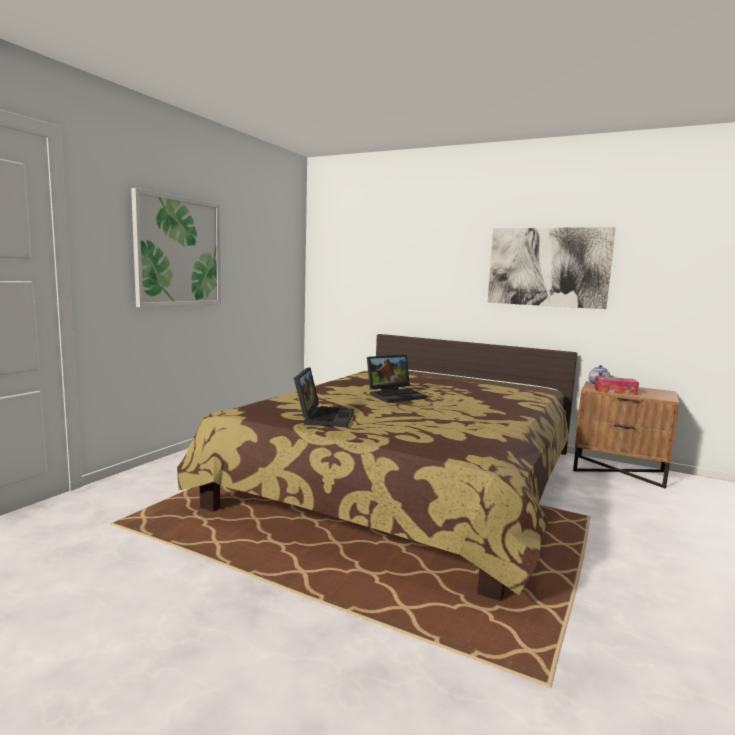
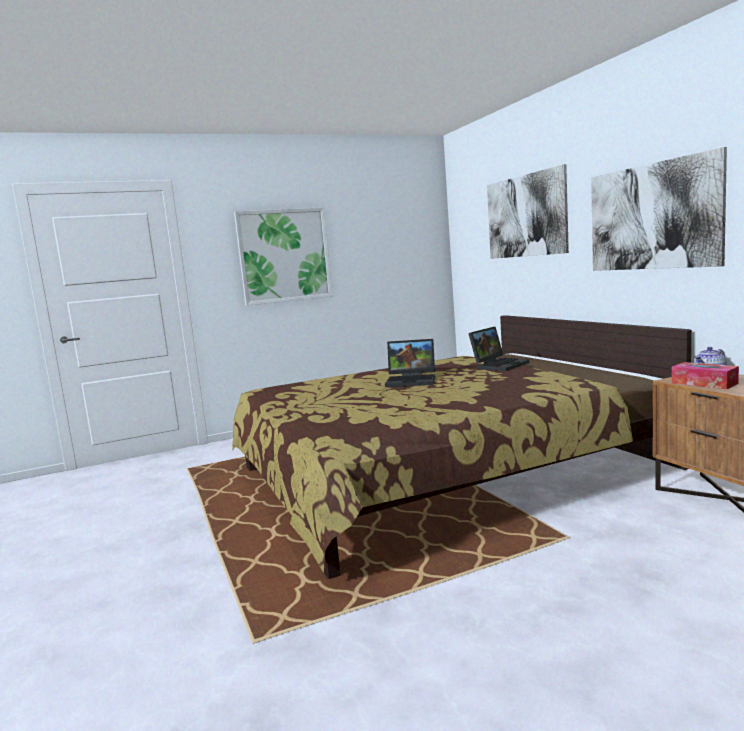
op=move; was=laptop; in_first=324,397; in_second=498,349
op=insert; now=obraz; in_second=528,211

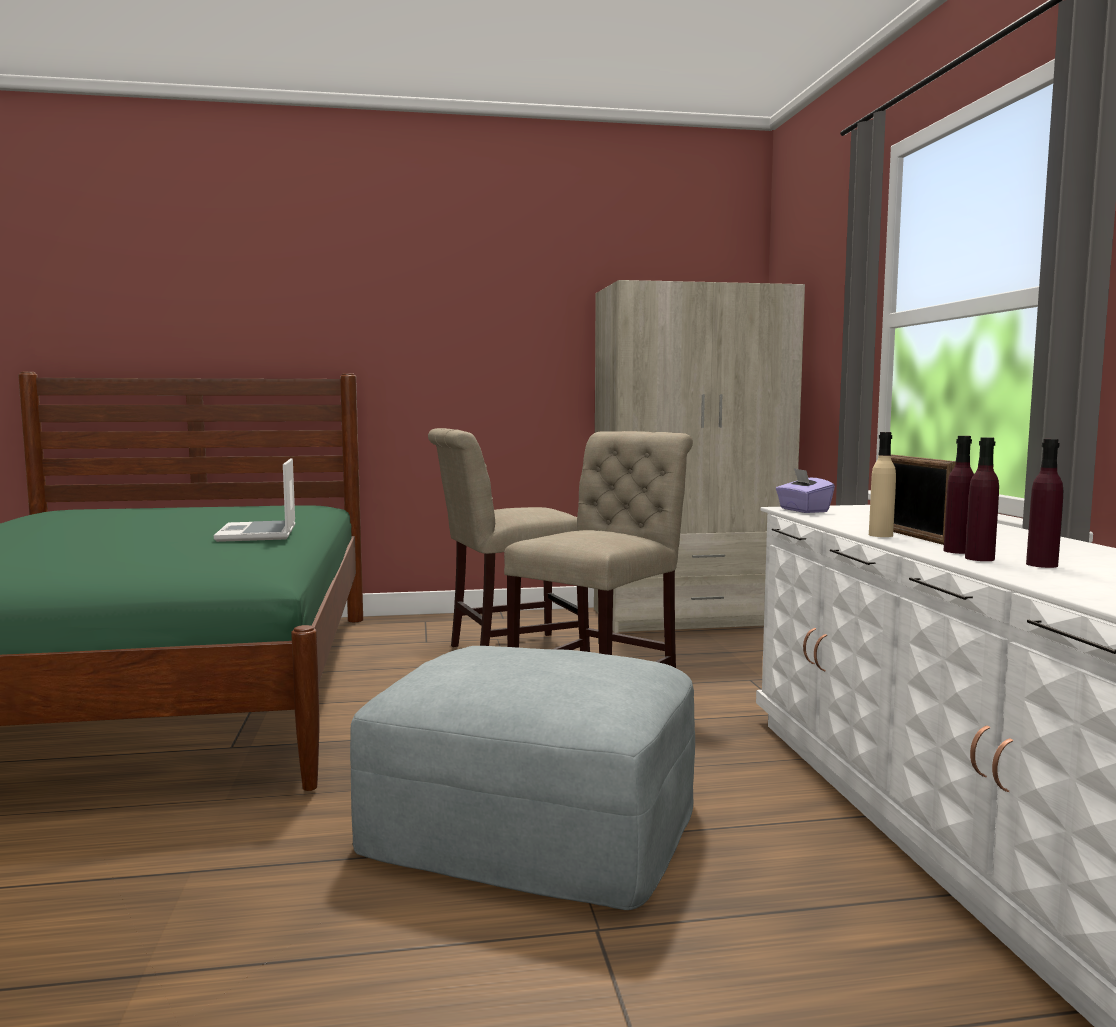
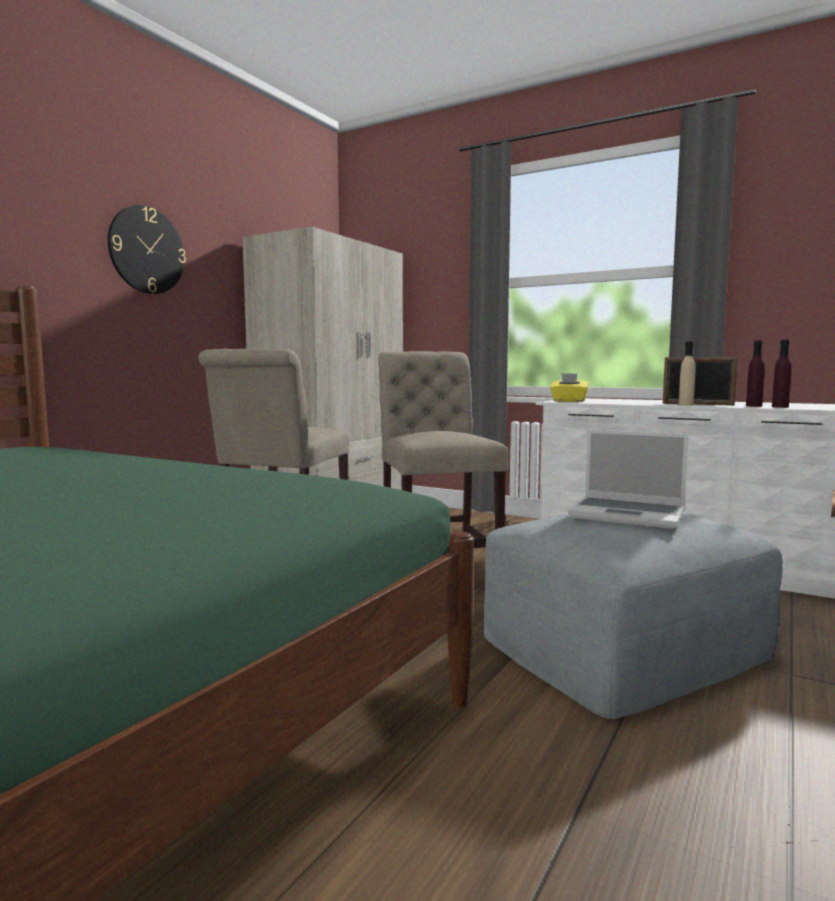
op=delete; was=butelka [fioletowy]; in_first=1044,503
op=move; was=laptop; in_first=255,500; in_second=628,479
op=recolor; was=pudełko chusteczek [fioletowy]; now=pudełko chusteczek [żółty]; in_first=805,490; in_second=569,387
op=insert; now=zegar ścienny; in_second=147,249

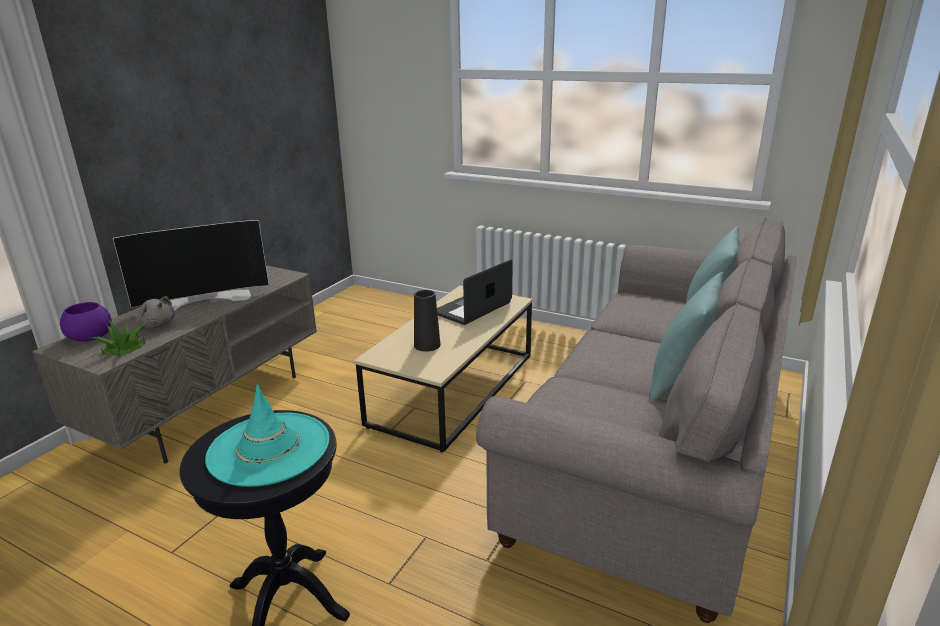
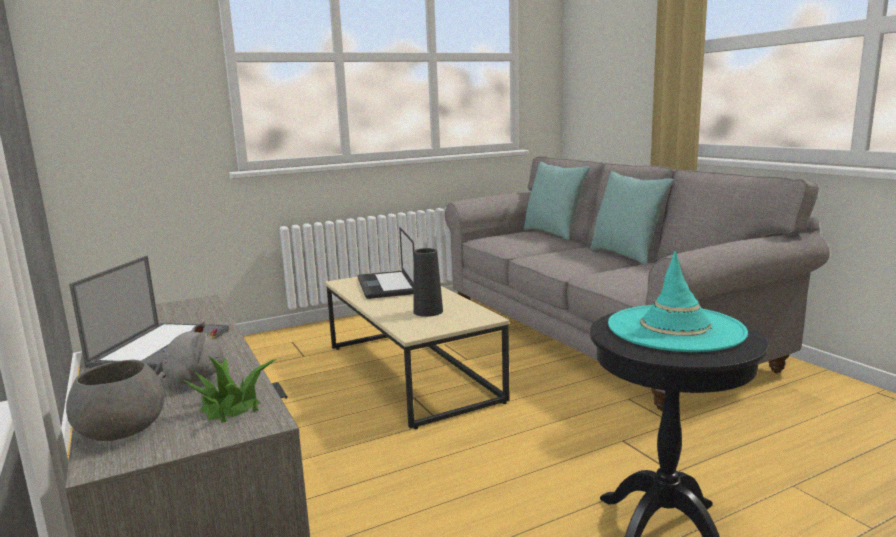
op=replace; was=telewizor; now=laptop; in_first=191,265; in_second=149,313
op=recolor; was=miska [fioletowy]; now=miska [szary]; in_first=86,322; in_second=115,400

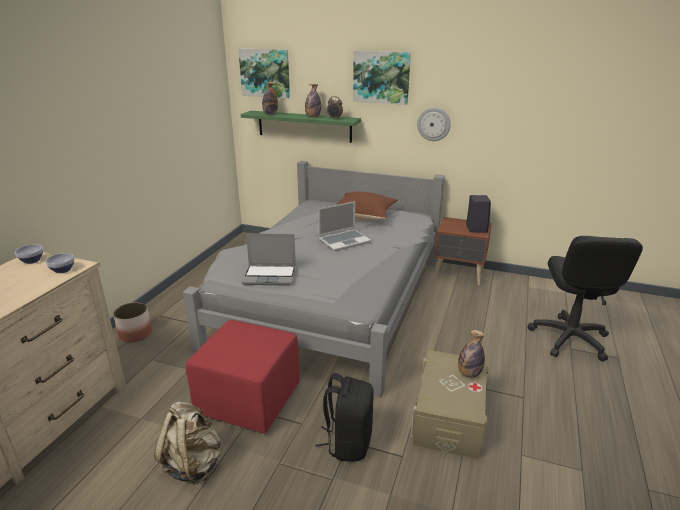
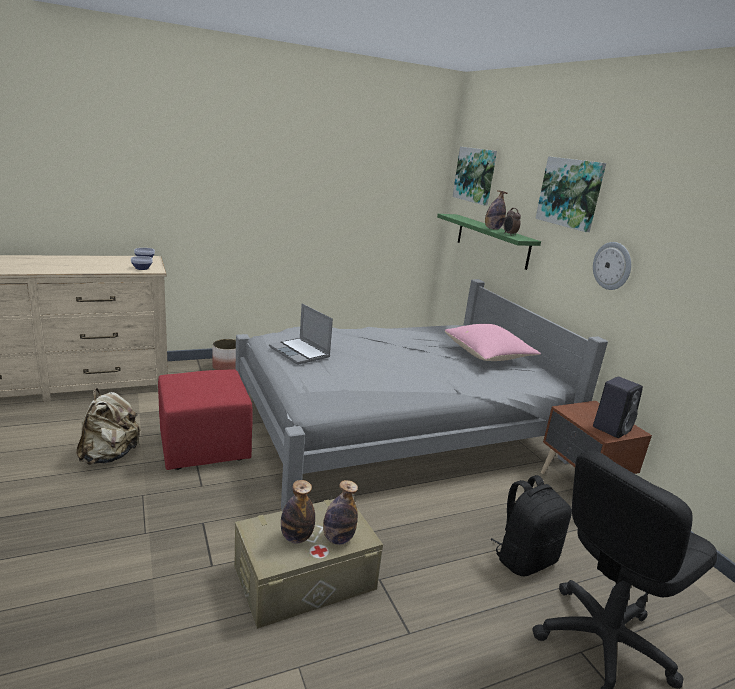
op=move; was=butelka; in_first=270,98; in_second=298,512
op=recolor; was=poduszka [brązowy]; now=poduszka [różowy]; in_first=367,206; in_second=493,342
op=delete; was=laptop; in_first=344,226
op=move; was=plecak [czarny]; in_first=344,417; in_second=531,526

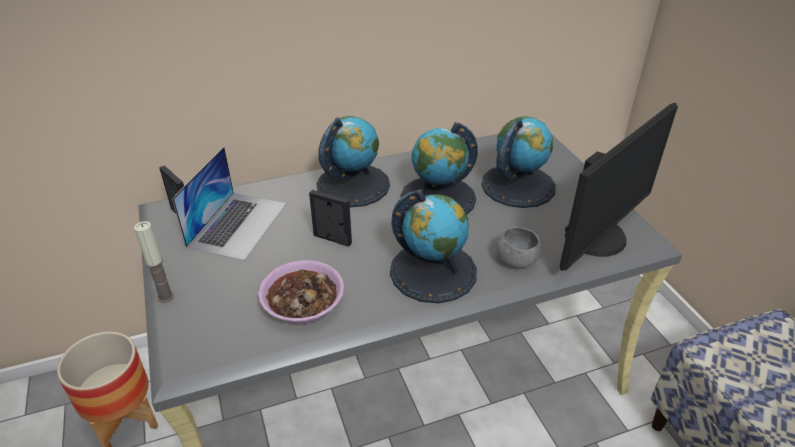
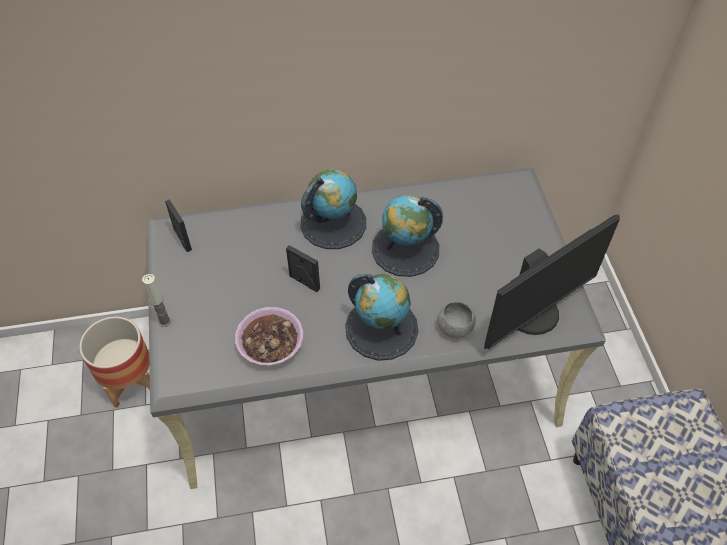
op=delete; was=globus; in_first=518,162
op=delete; was=laptop; in_first=229,203

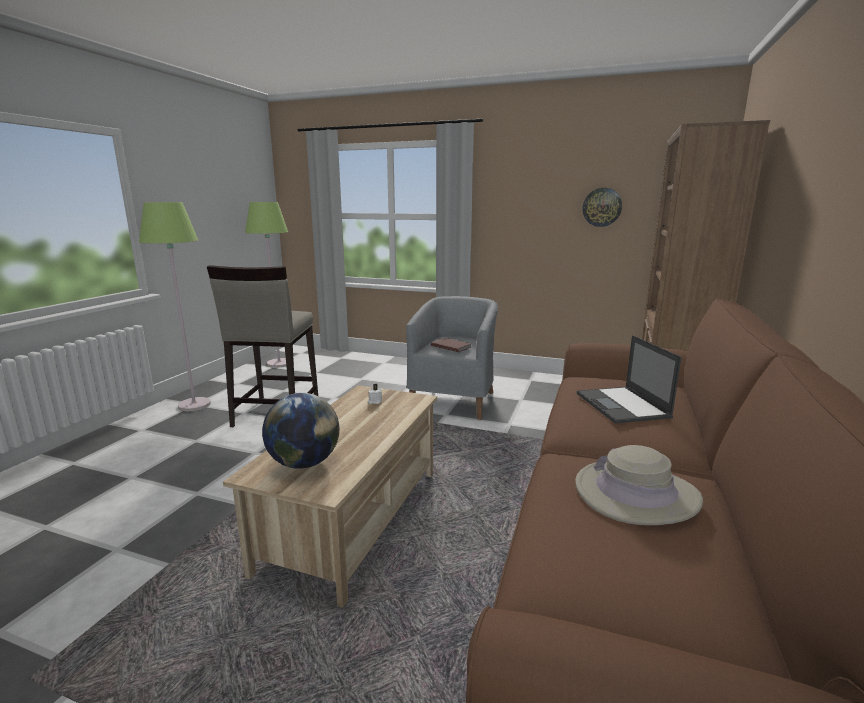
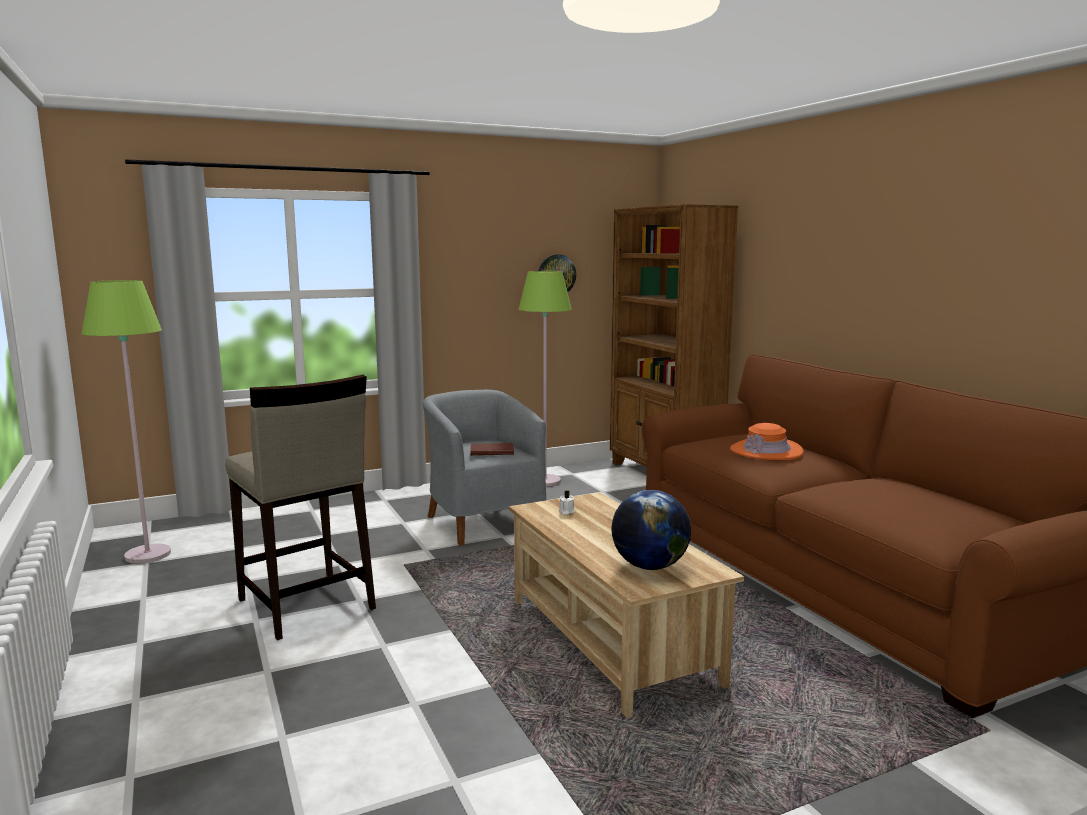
op=move; was=lampa stojąca [zielony]; in_first=175,306; in_second=545,378
op=replace; was=laptop; now=kapelusz [pomarańczowy]; in_first=629,379; in_second=767,441
op=delete; was=kapelusz [beżowy]; in_first=639,485

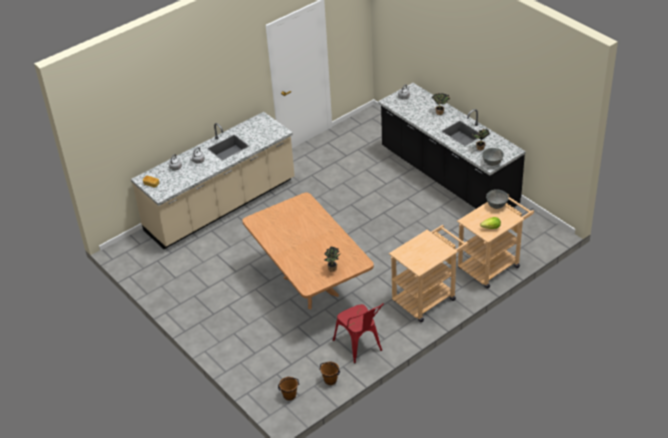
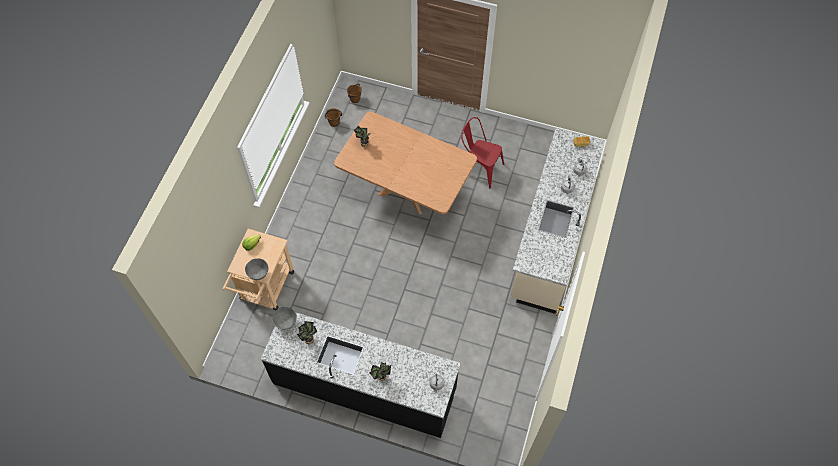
op=delete; was=wózek [beżowy]; in_first=429,273
op=move; was=krzesło [czerwony]; in_first=358,333; in_second=482,152

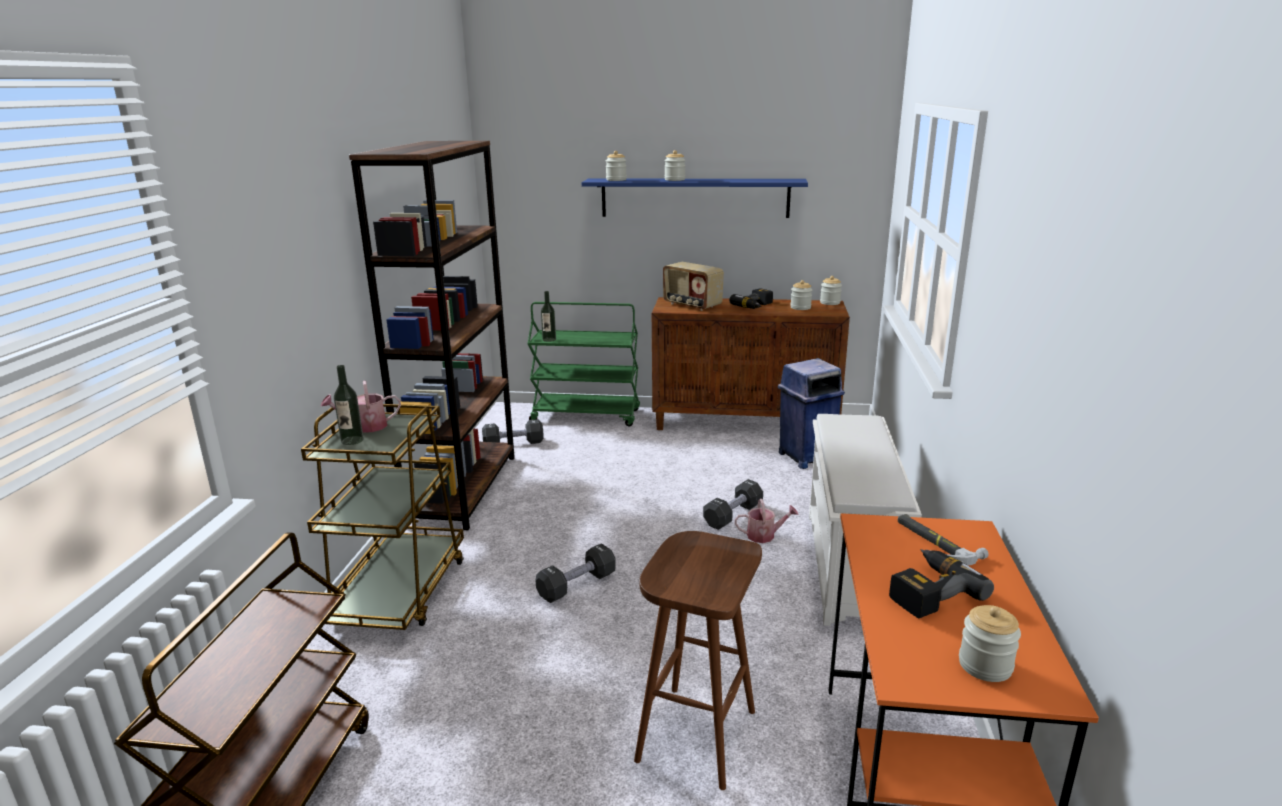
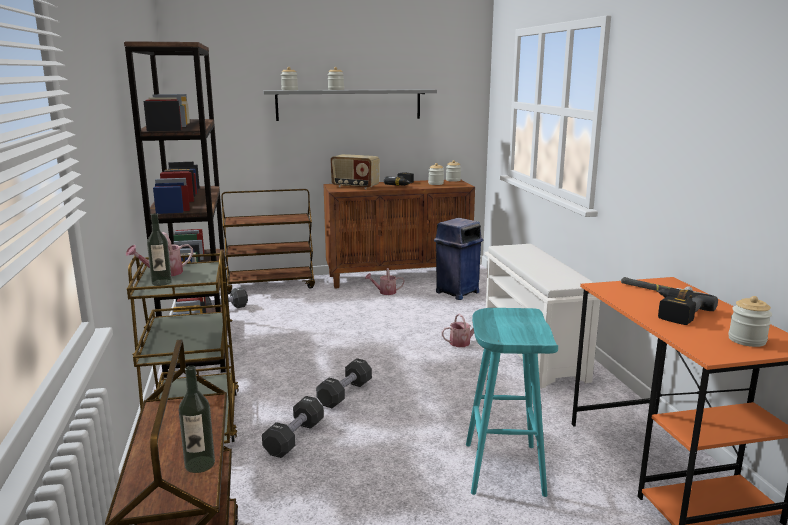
op=recolor; was=półka [niebieski]; now=półka [szary]; in_first=695,198; in_second=350,105
op=move; was=butelka; in_first=548,316; in_second=197,419
op=recolor; was=wózek [zielony]; now=wózek [brązowy]; in_first=583,364; in_second=268,241
op=move; was=hantel [czarny]; in_first=733,504; in_second=293,427
op=recolor; was=stołek [brązowy]; now=stołek [turkusowy]; in_first=698,660; in_second=512,402
op=insert; now=konewka; in_second=385,281

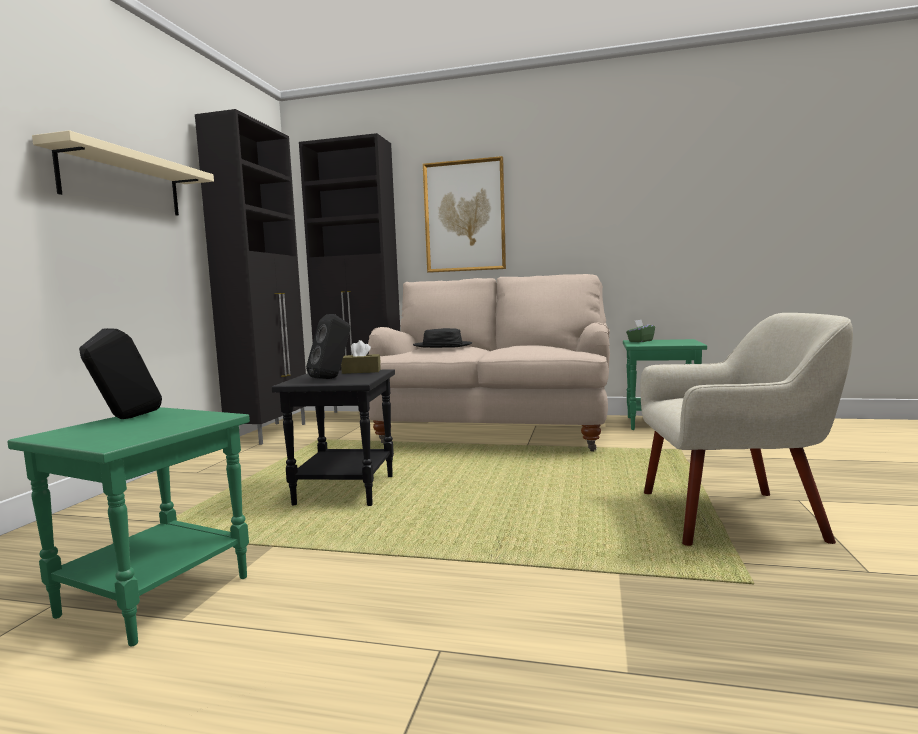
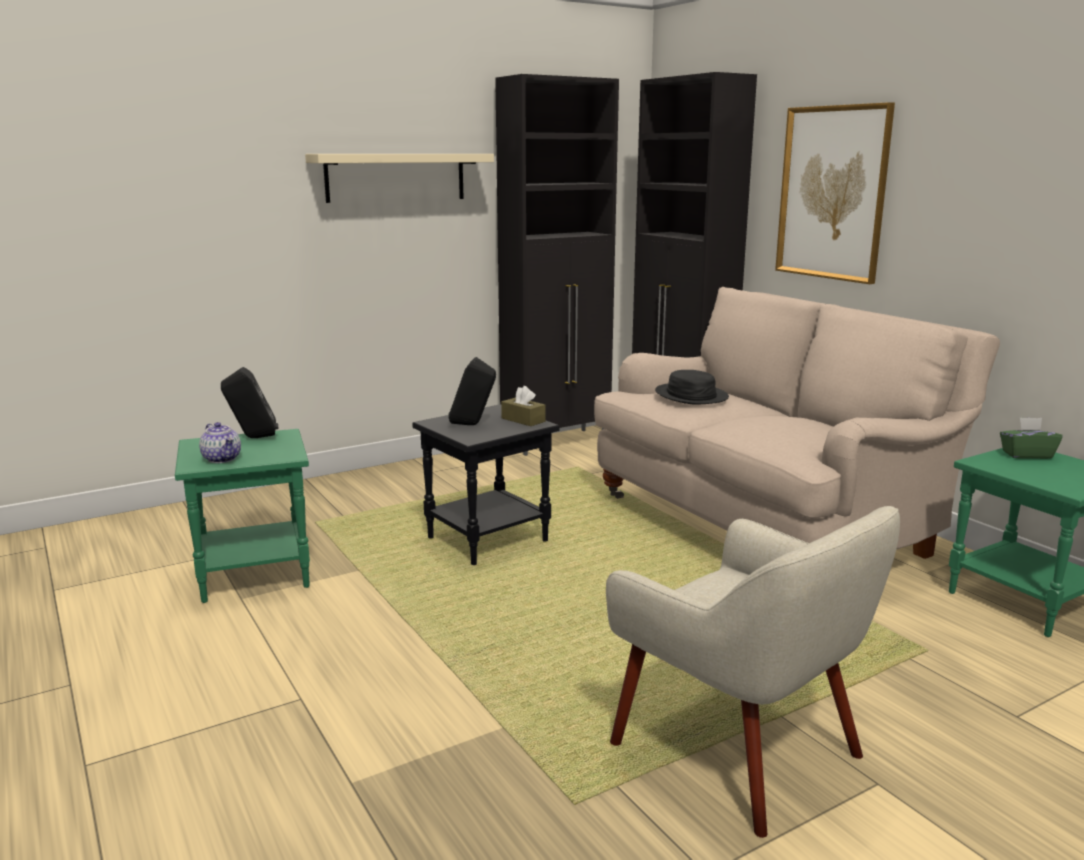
op=insert; now=imbryk; in_second=220,442

